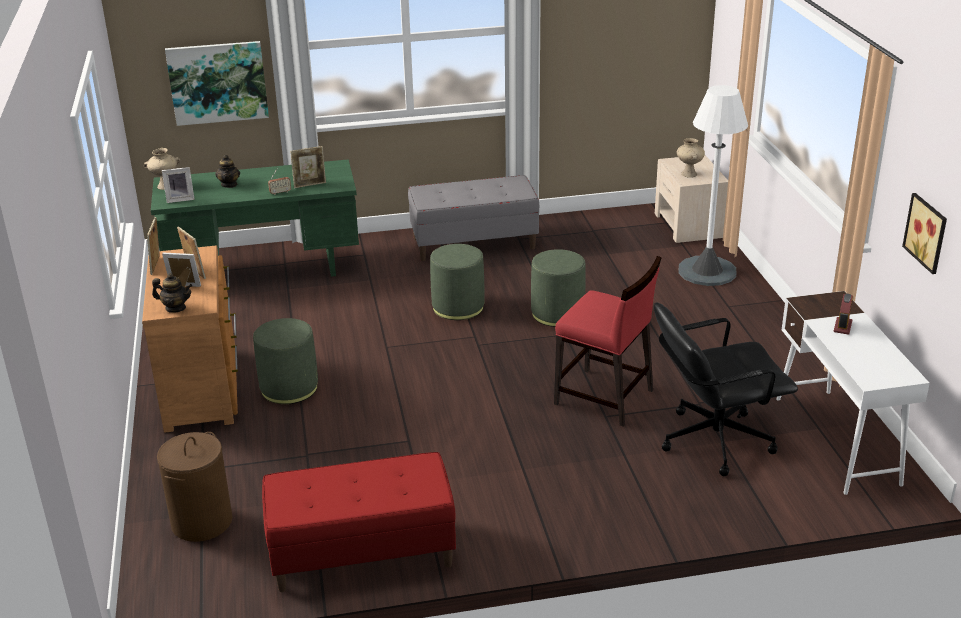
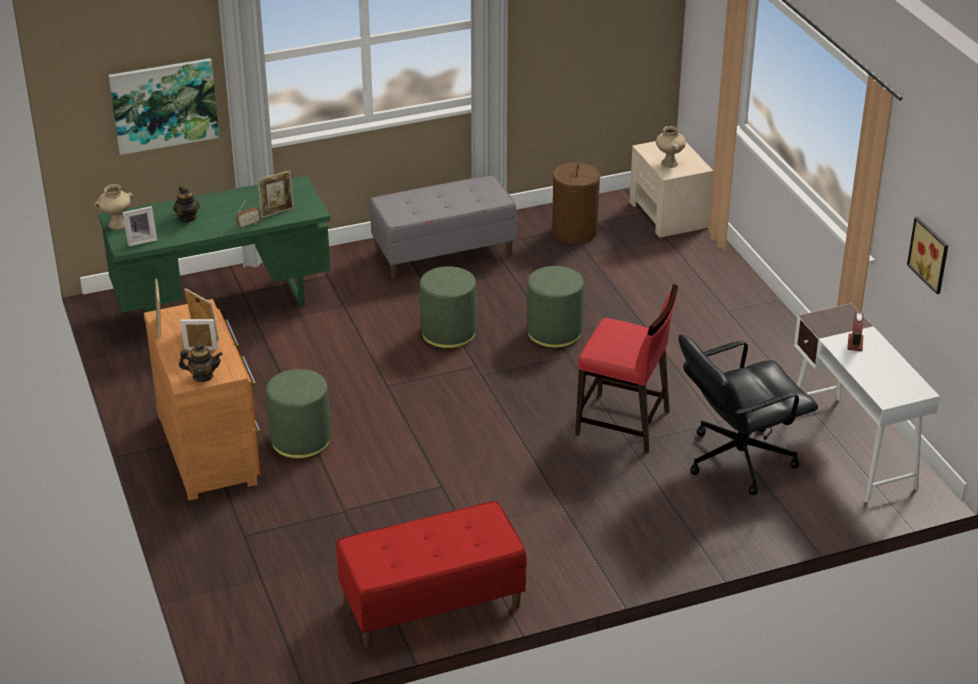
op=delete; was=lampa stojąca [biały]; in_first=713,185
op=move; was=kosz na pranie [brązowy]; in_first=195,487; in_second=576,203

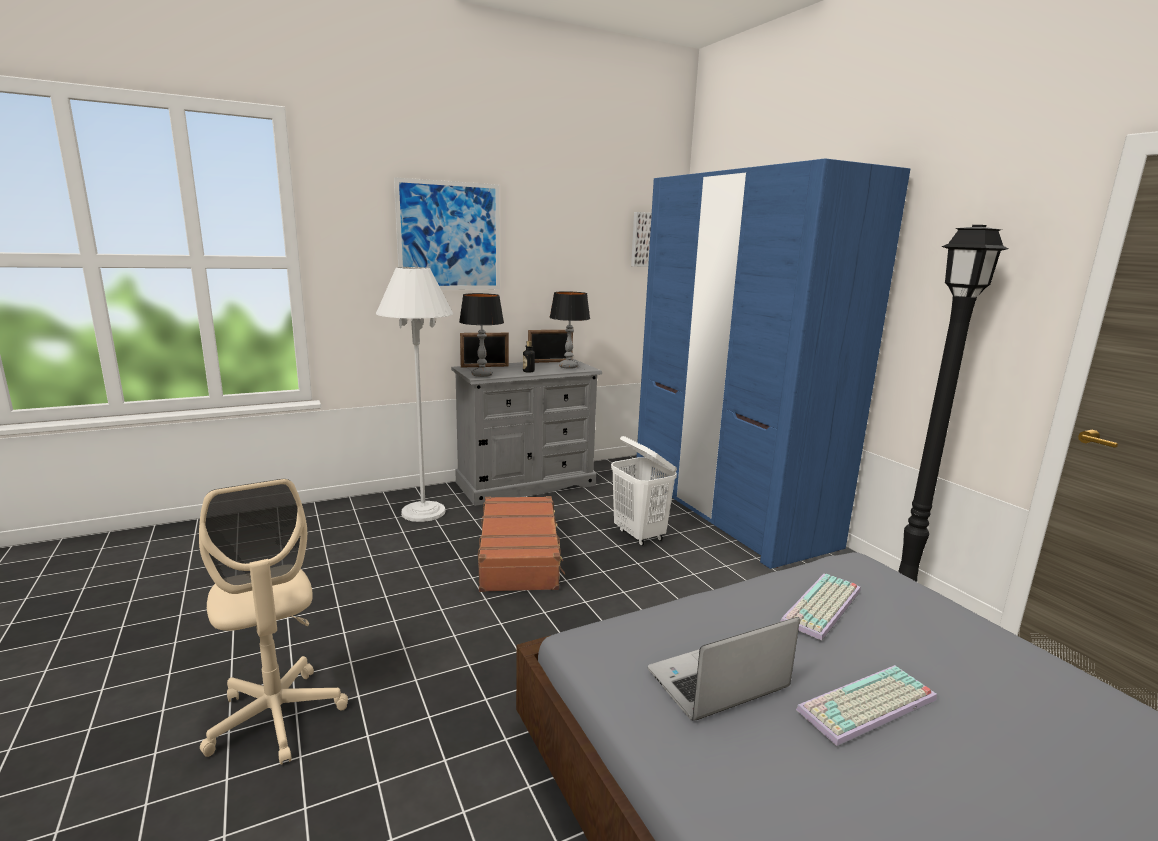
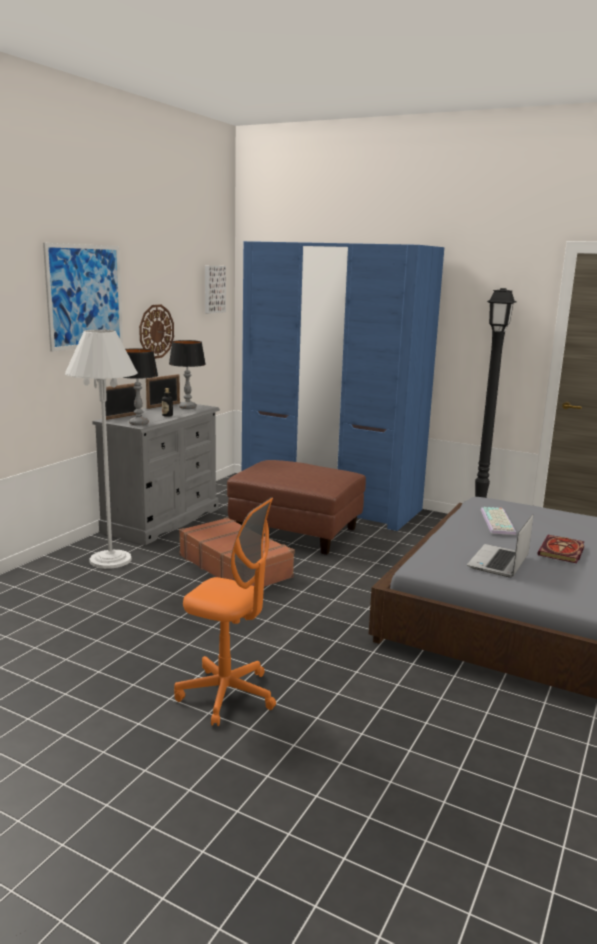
op=replace; was=kosz na pranie [biały]; now=pufa [brązowy]; in_first=644,491; in_second=296,507
op=recolor; was=krzesło biurowe [beżowy]; now=krzesło biurowe [pomarańczowy]; in_first=273,622; in_second=225,611
op=replace; was=klawiatura; now=książka; in_first=866,705; in_second=561,549
op=insert; now=zegar ścienny; in_second=156,331

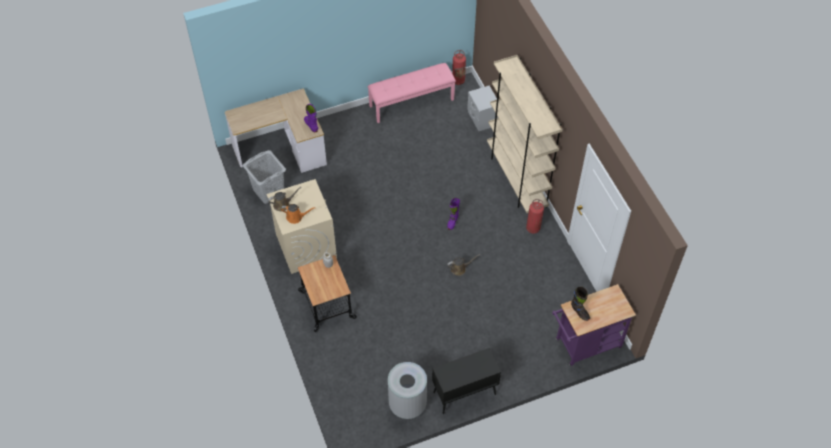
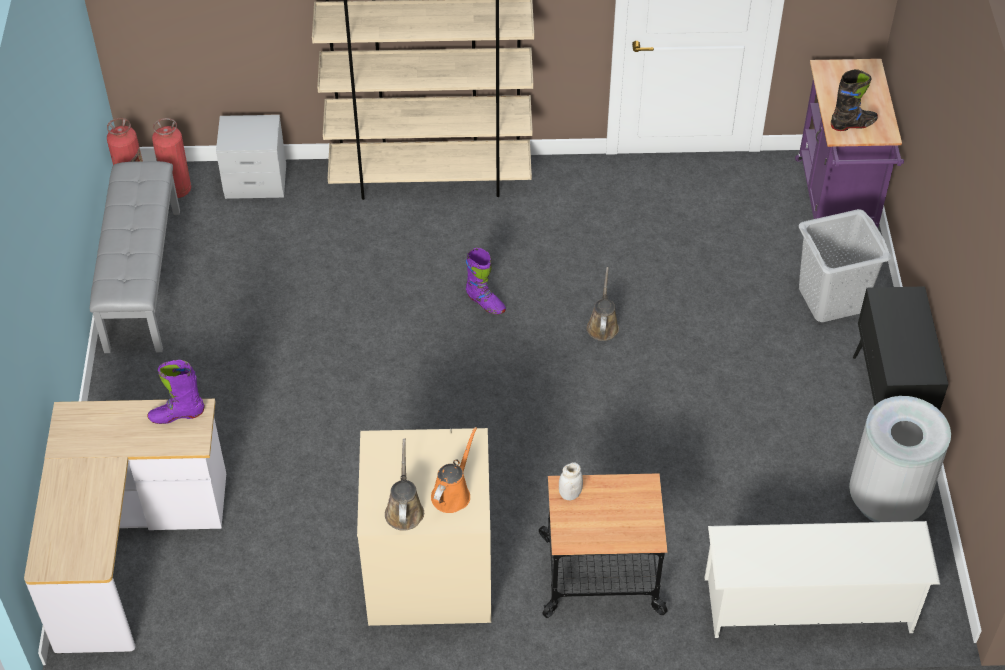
op=recolor; was=ławka [różowy]; now=ławka [szary]; in_first=412,93; in_second=135,257
op=move; was=kosz na pranie [szary]; in_first=264,177; in_second=845,265
op=move; was=gaśnica; in_first=535,216; in_second=171,158
op=insert; now=regał na buty [biały]; in_second=822,579

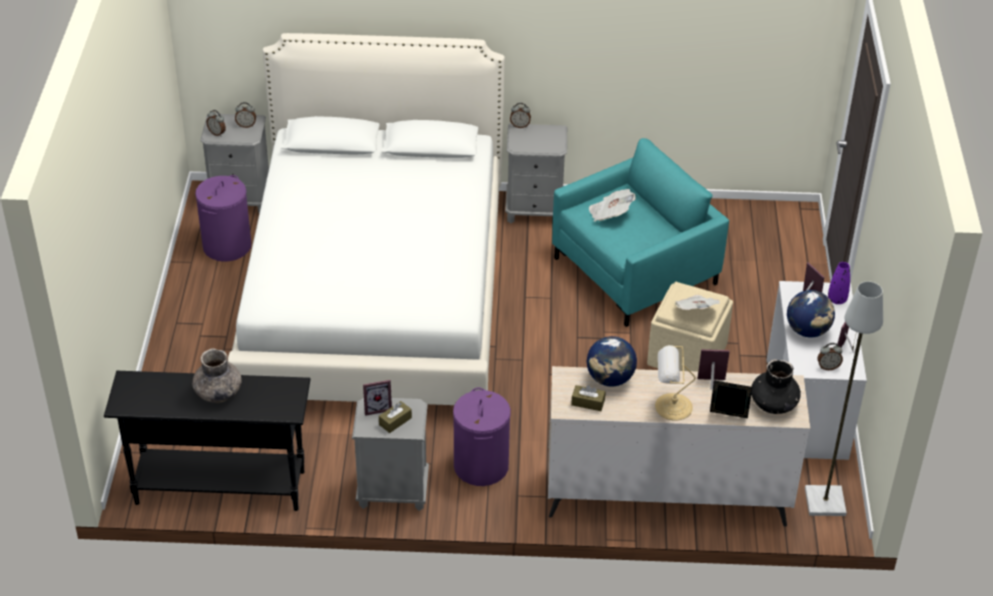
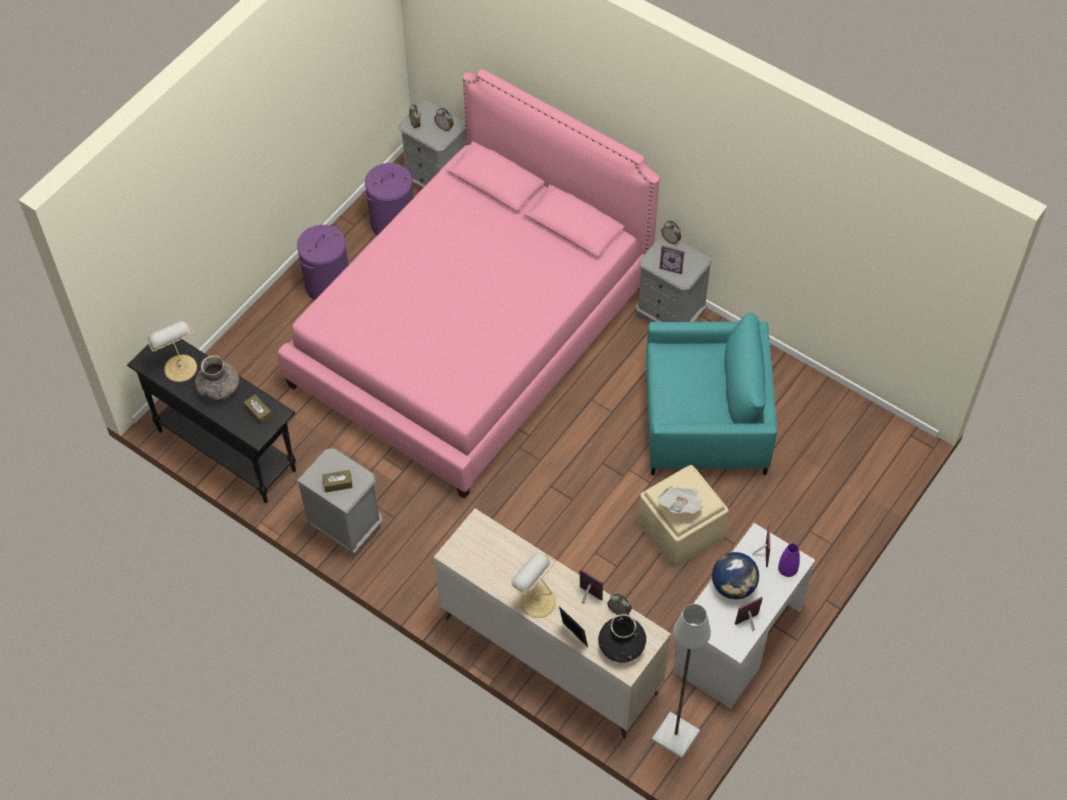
op=recolor; was=łóżko [biały]; now=łóżko [różowy]; in_first=366,219; in_second=469,284
op=delete; was=gazeta; in_first=612,205
op=delete; was=globus; in_first=612,361
op=move; was=budzik; in_first=830,356; in_second=620,604
op=move; was=ramka na zdjęcie; in_first=377,398; in_second=672,260
op=move; was=pudełko chusteczek [brązowy]; in_first=588,398; in_second=258,410
op=move; was=kosz na pranie [fioletowy]; in_first=482,436; in_second=323,262
op=insert; now=lampa stołowa; in_second=172,351

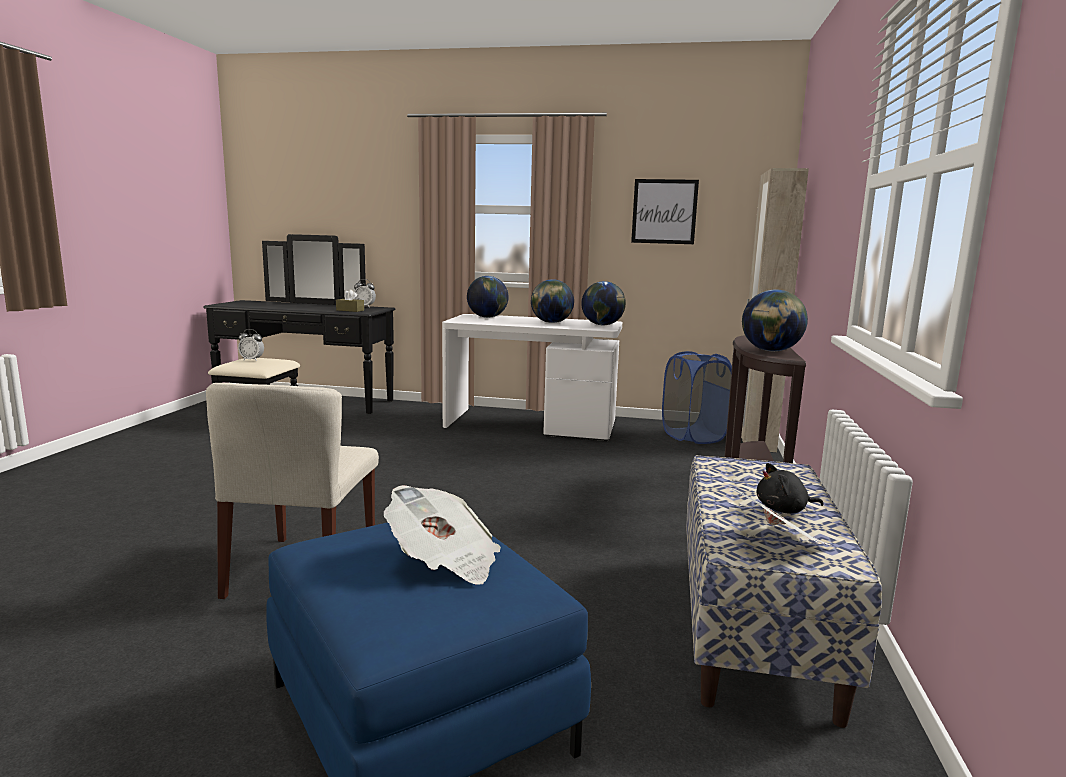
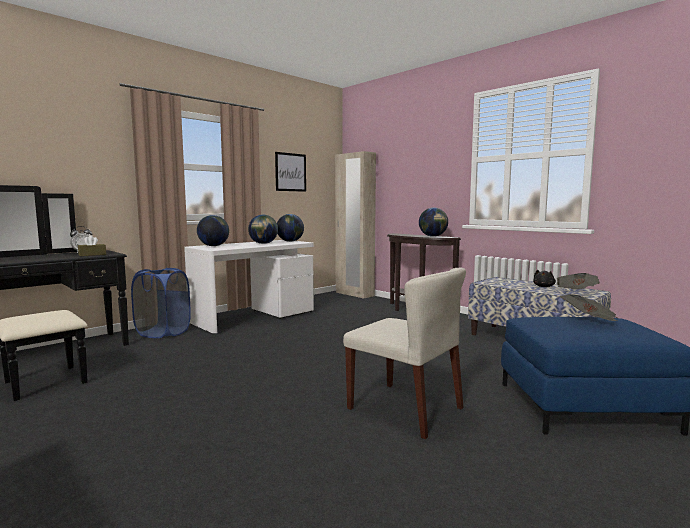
op=delete; was=budzik; in_first=251,345
op=move; was=kosz na pranie [niebieski]; in_first=697,397; in_second=161,303

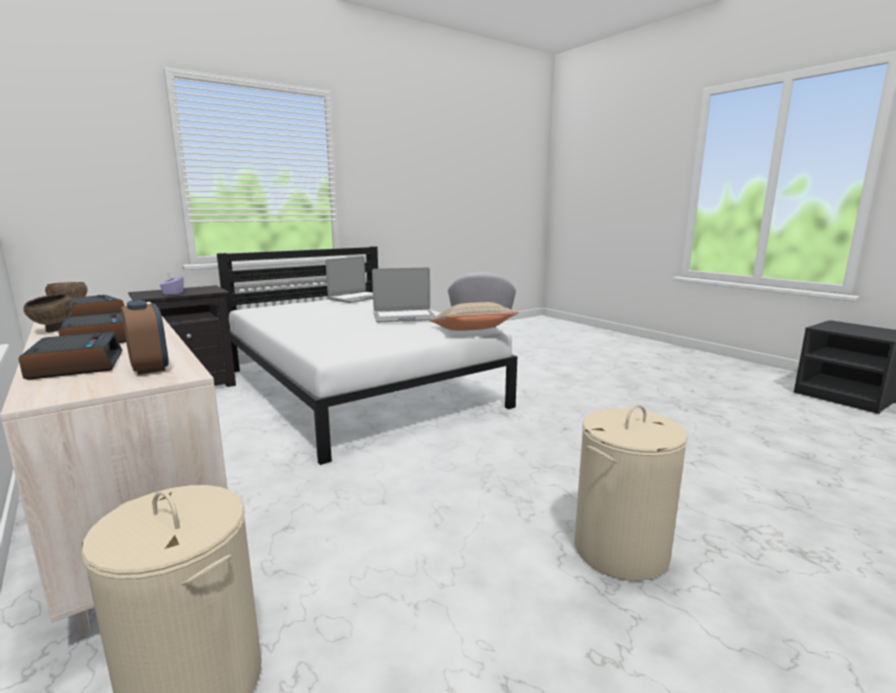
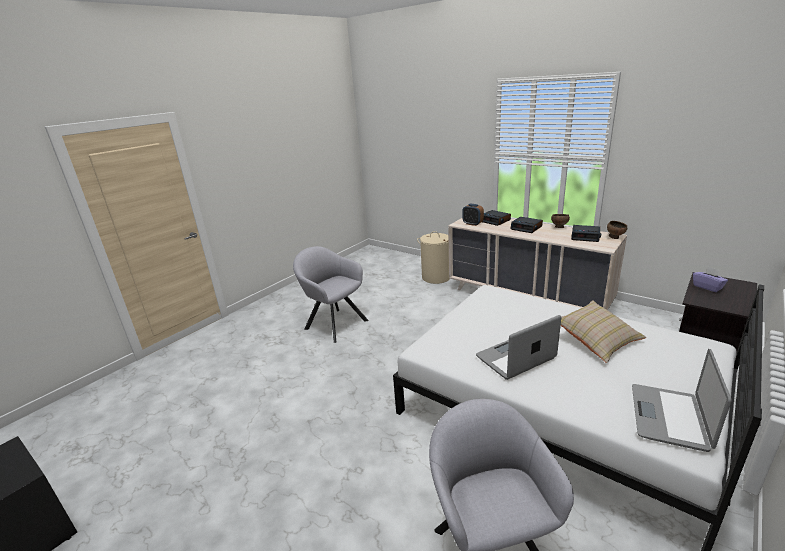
op=move; was=poduszka [beżowy]; in_first=474,316; in_second=603,331
op=replace; was=kosz na pranie [beżowy]; now=fotel [szary]; in_first=631,492; in_second=330,294

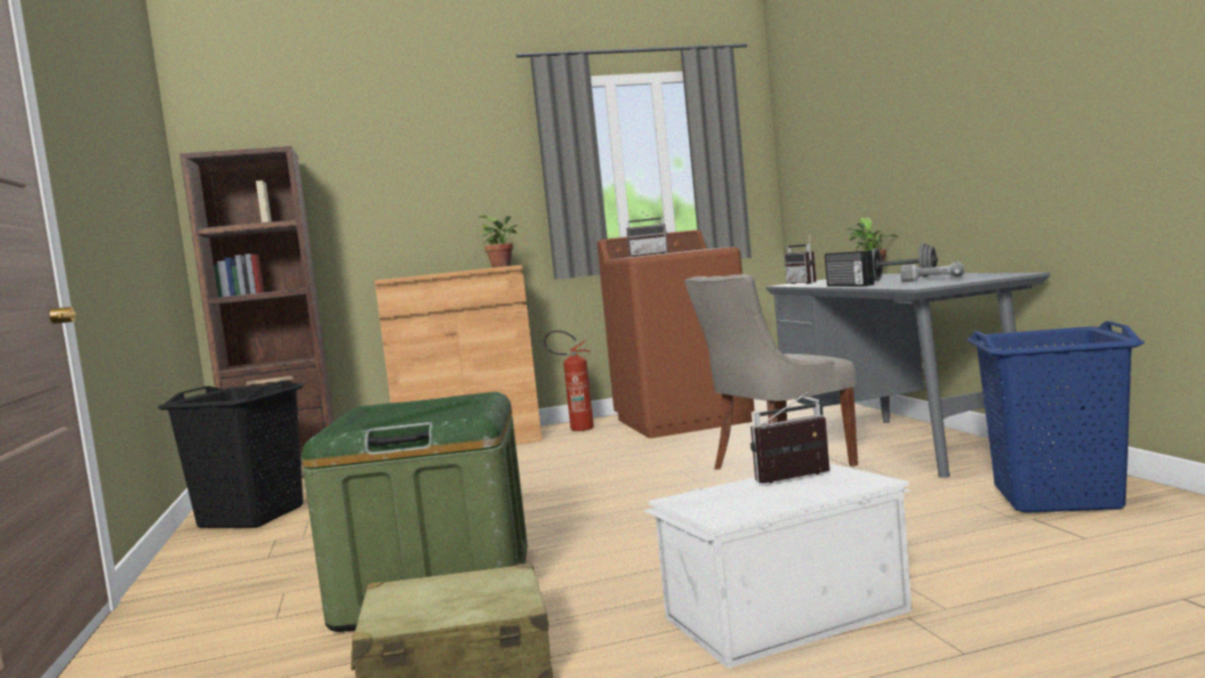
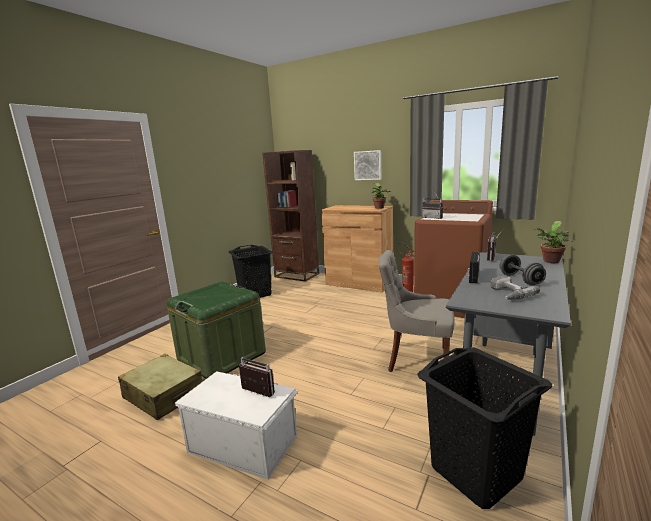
op=recolor; was=kosz na pranie [niebieski]; now=kosz na pranie [czarny]; in_first=1055,417; in_second=484,428
op=insert; now=obraz; in_second=368,165

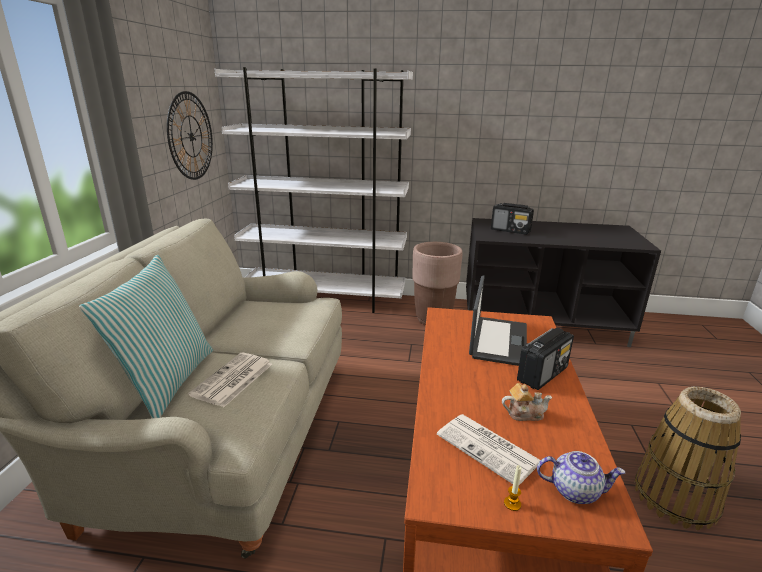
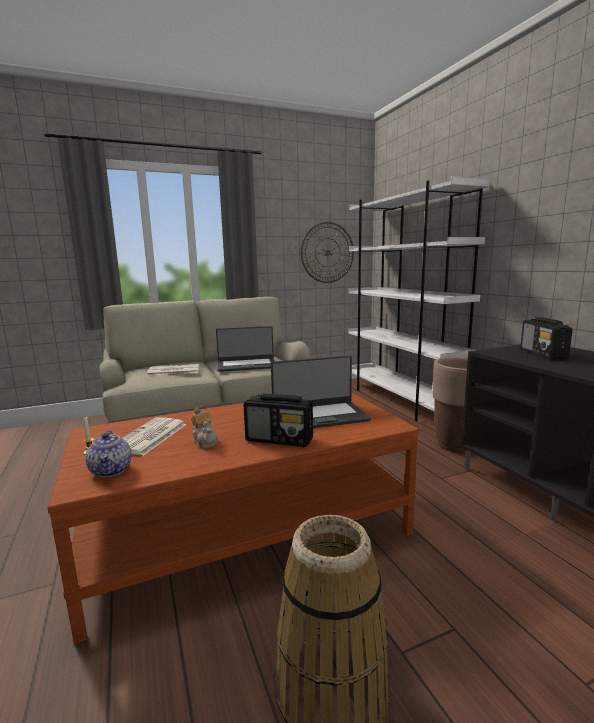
op=delete; was=poduszka; in_first=146,336
op=insert; now=laptop; in_second=245,349

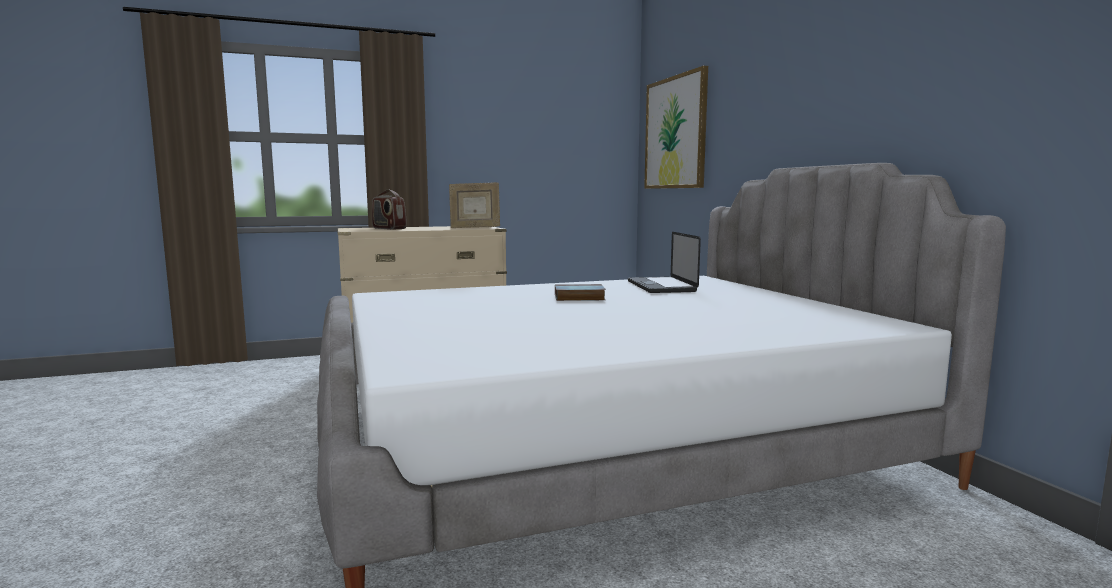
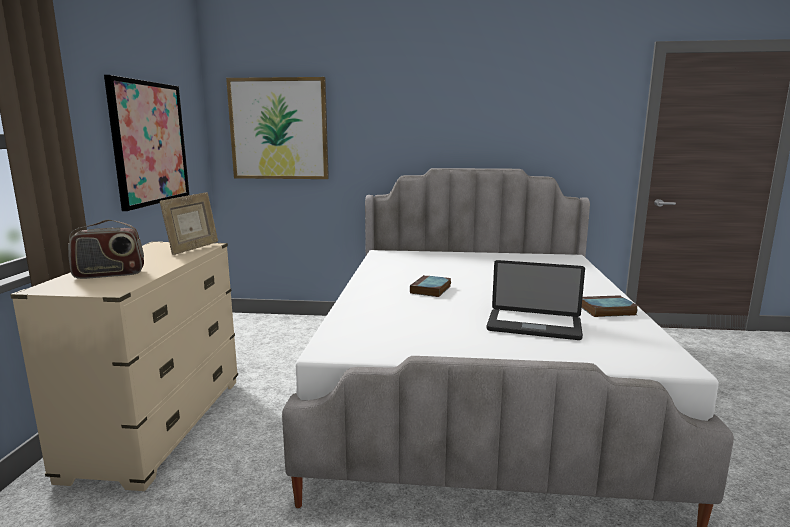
op=move; was=laptop; in_first=664,262; in_second=535,300
op=insert; now=obraz; in_second=146,143
op=insert; now=książka; in_second=610,306

